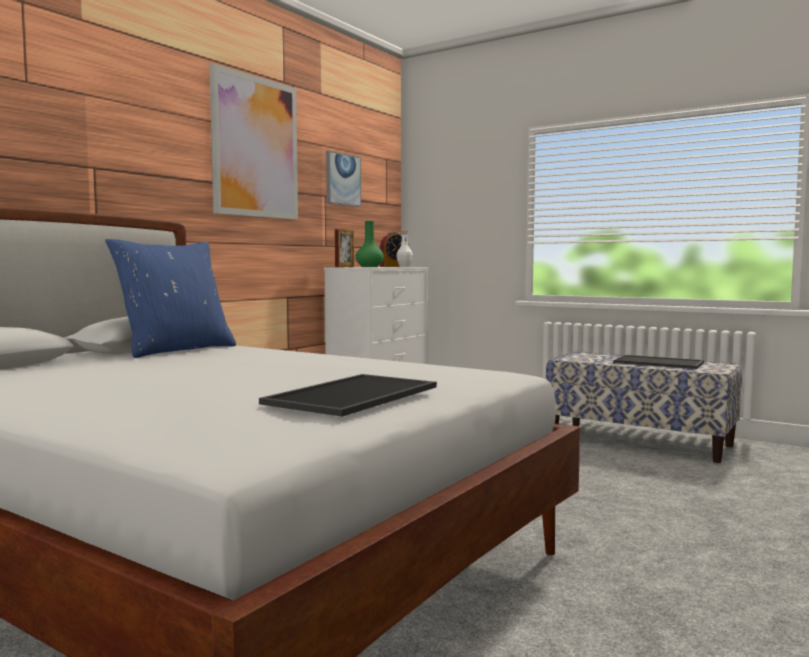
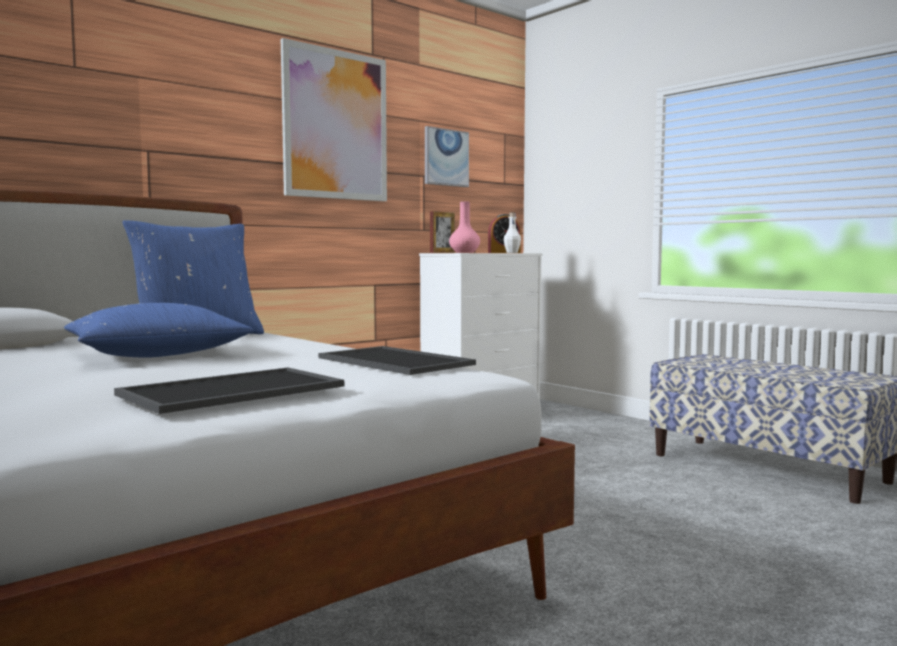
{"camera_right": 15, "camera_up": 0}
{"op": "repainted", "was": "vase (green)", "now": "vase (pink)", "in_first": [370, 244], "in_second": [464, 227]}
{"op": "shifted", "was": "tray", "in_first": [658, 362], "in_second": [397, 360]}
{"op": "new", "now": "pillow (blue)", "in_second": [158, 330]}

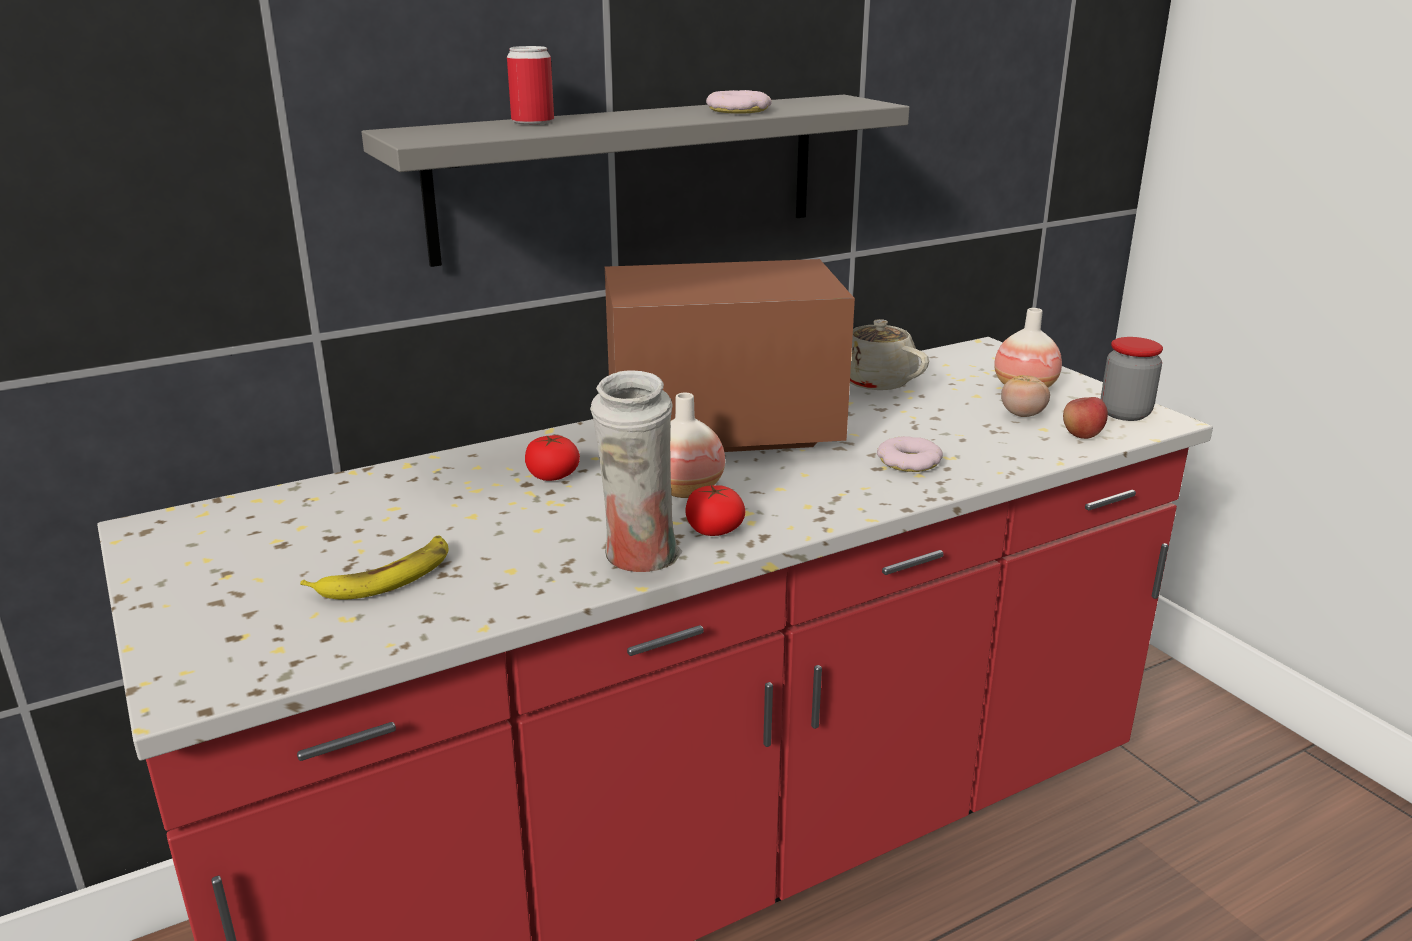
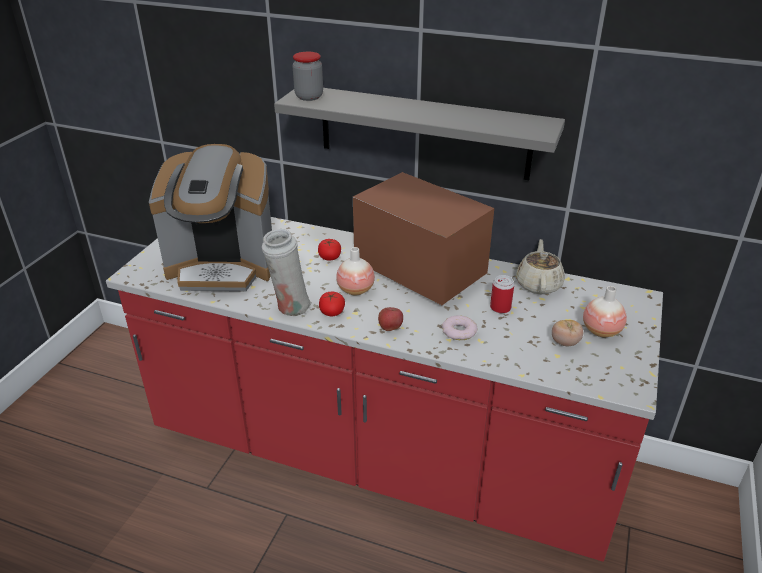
{"camera_right": 50, "camera_up": 10}
{"op": "swapped", "was": "banana", "now": "coffee machine", "in_first": [374, 567], "in_second": [210, 218]}
{"op": "shifted", "was": "can", "in_first": [530, 85], "in_second": [502, 294]}
{"op": "gone", "was": "donut", "in_first": [739, 102]}
{"op": "shifted", "was": "apple", "in_first": [1085, 418], "in_second": [390, 319]}
{"op": "shifted", "was": "jar", "in_first": [1132, 379], "in_second": [308, 76]}

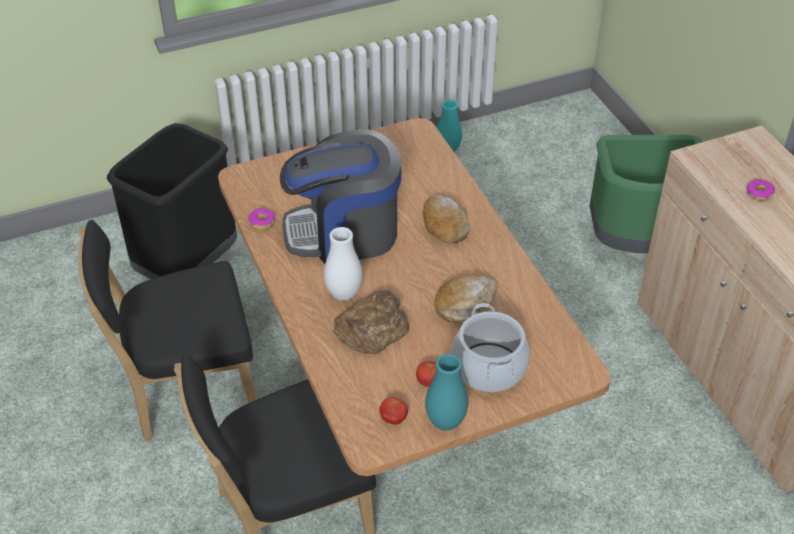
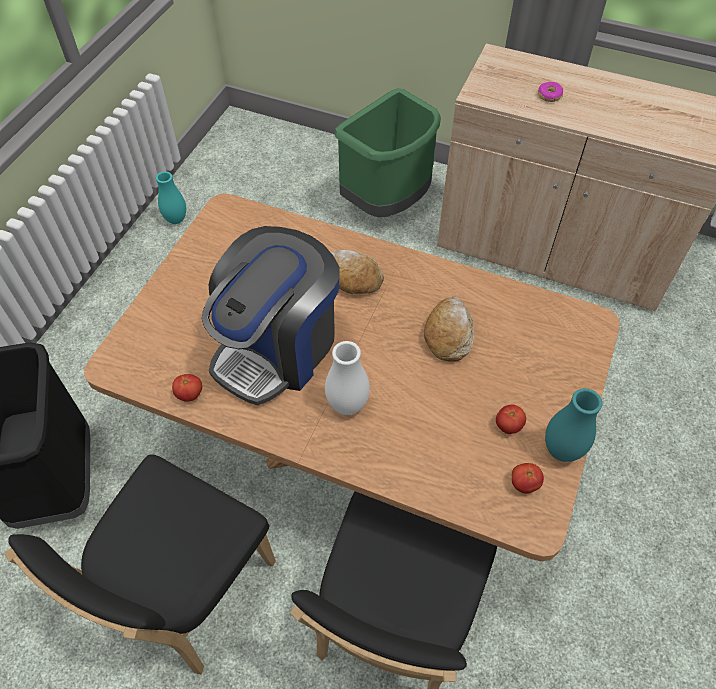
{"camera_right": -45, "camera_up": 10}
{"op": "swapped", "was": "donut", "now": "tomato", "in_first": [261, 219], "in_second": [187, 388]}
{"op": "gone", "was": "bread", "in_first": [371, 322]}
{"op": "gone", "was": "cooking pot", "in_first": [490, 347]}

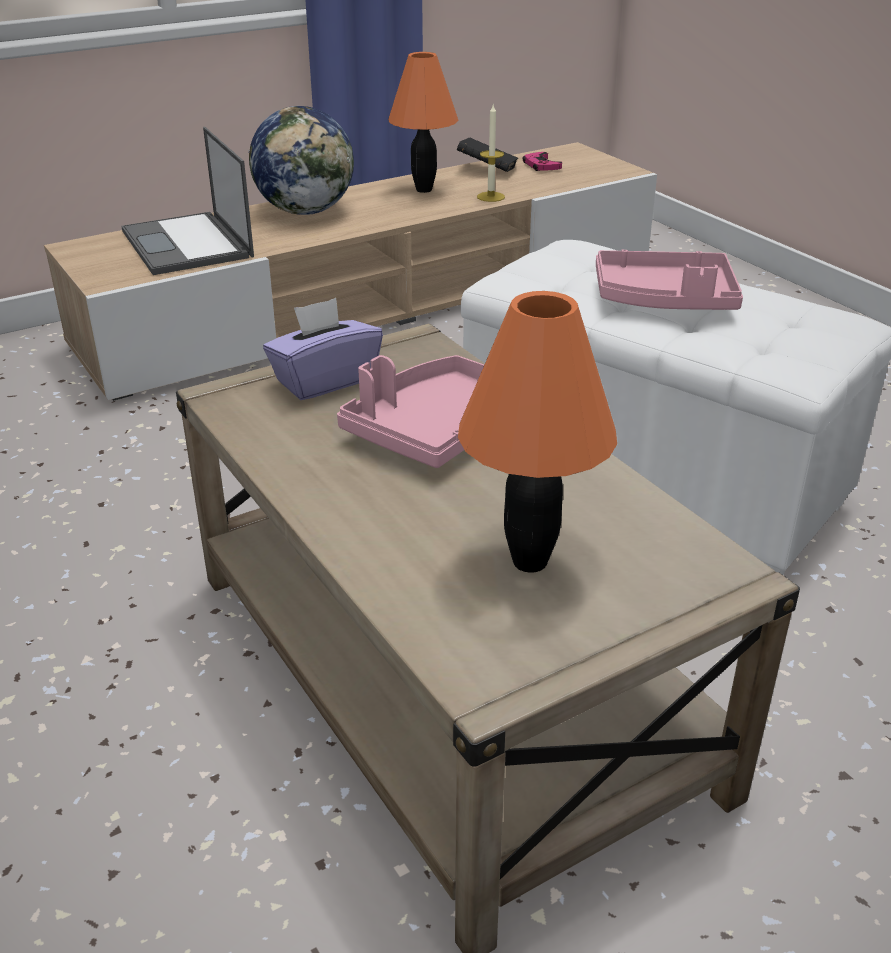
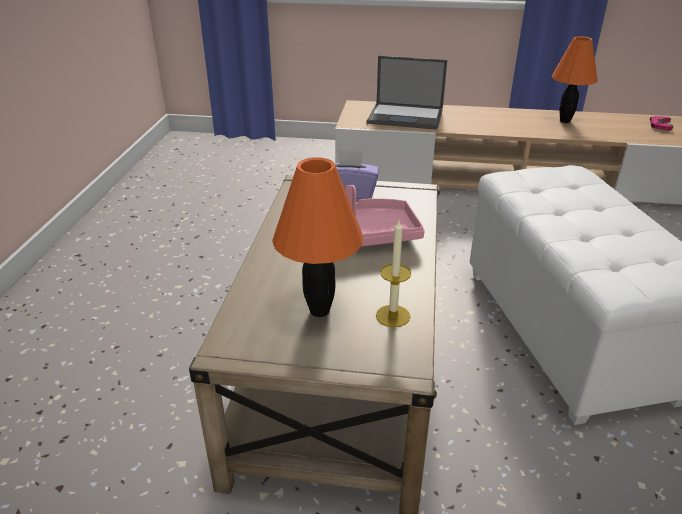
{"camera_right": 40, "camera_up": 0}
{"op": "rotated", "was": "laptop", "in_first": [187, 201], "in_second": [407, 93], "clockwise": -90}
{"op": "gone", "was": "globe", "in_first": [301, 160]}
{"op": "gone", "was": "book (black)", "in_first": [487, 155]}
{"op": "shifted", "was": "candle", "in_first": [491, 153], "in_second": [393, 273]}
{"op": "gone", "was": "tray (pink)", "in_first": [669, 280]}

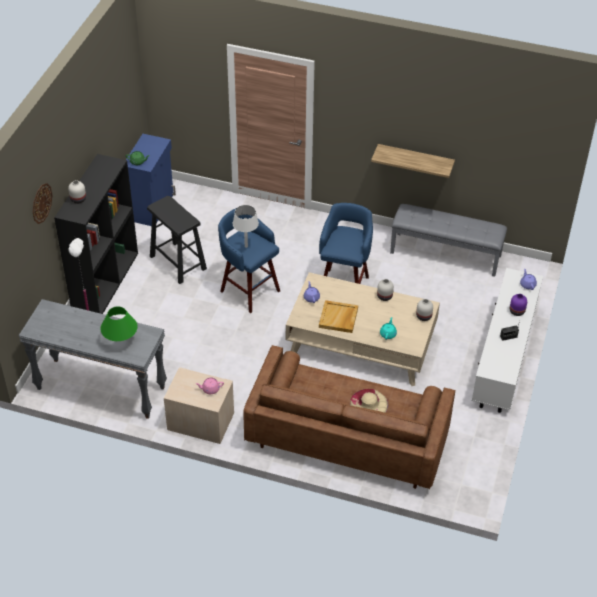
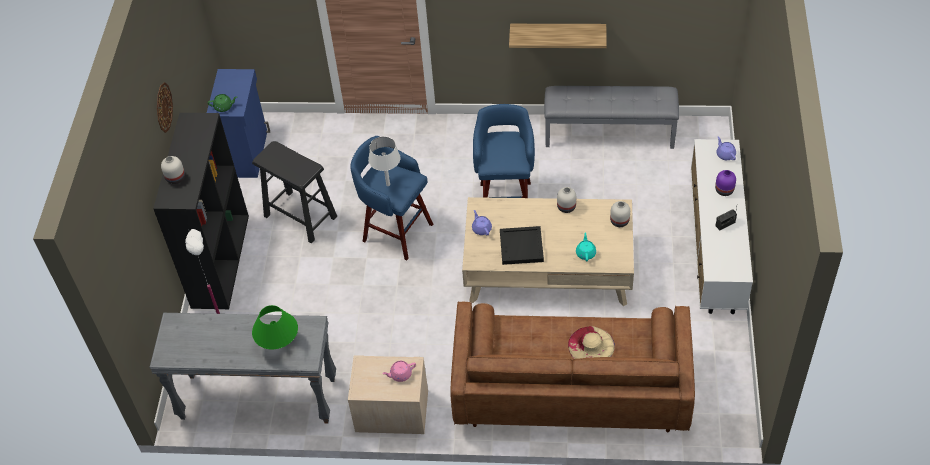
{"camera_right": -10, "camera_up": 5}
{"op": "shifted", "was": "wall clock", "in_first": [42, 203], "in_second": [165, 107]}
{"op": "repainted", "was": "tray (beige)", "now": "tray (black)", "in_first": [338, 316], "in_second": [522, 245]}

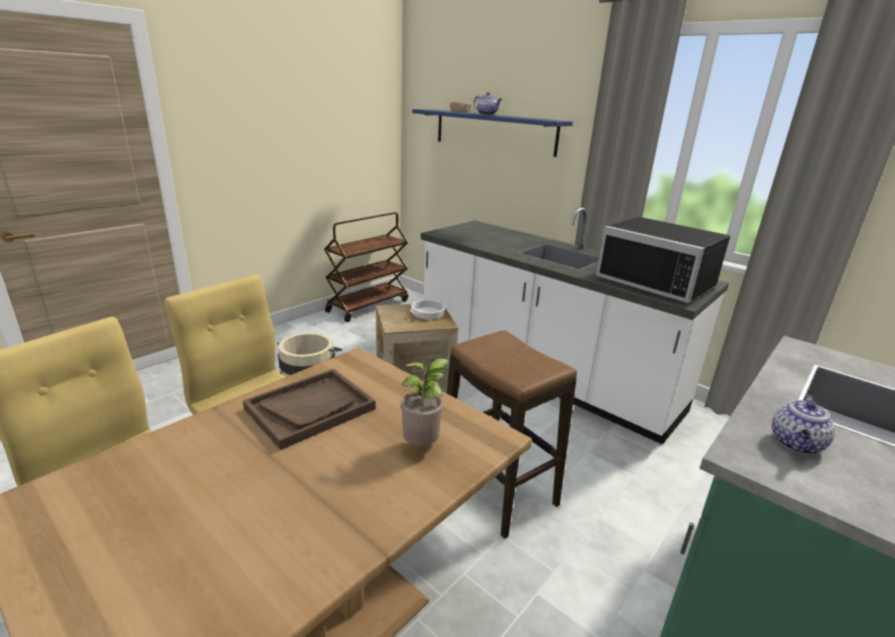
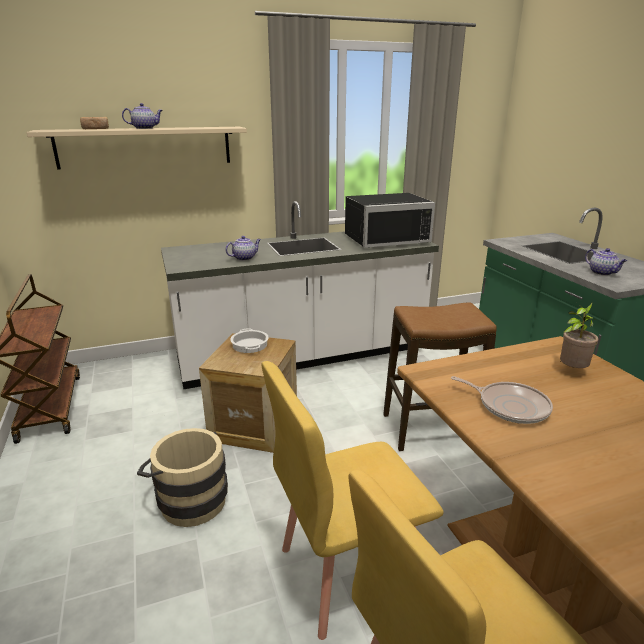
{"camera_right": -60, "camera_up": 0}
{"op": "swapped", "was": "tray (brown)", "now": "frying pan", "in_first": [309, 409], "in_second": [502, 400]}
{"op": "repainted", "was": "shelf (blue)", "now": "shelf (beige)", "in_first": [492, 133], "in_second": [137, 148]}
{"op": "new", "now": "teapot", "in_second": [243, 248]}

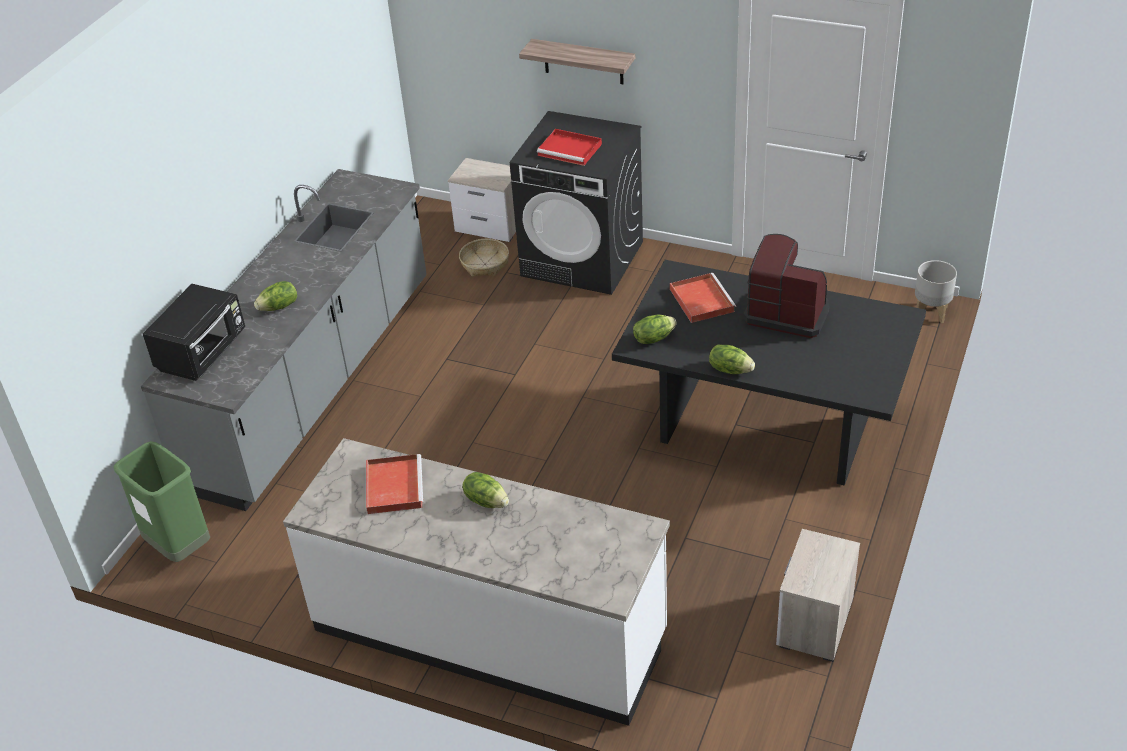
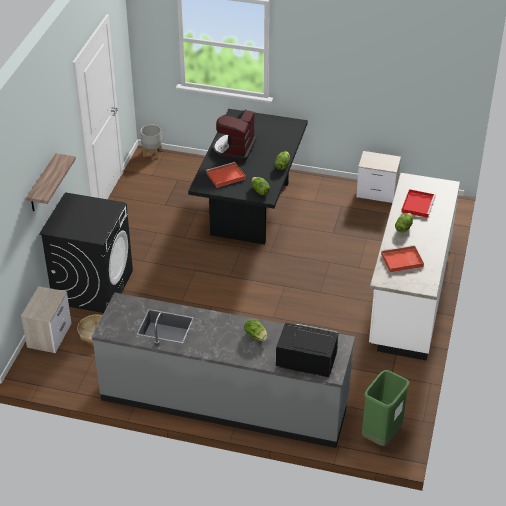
{"camera_right": -100, "camera_up": 0}
{"op": "shifted", "was": "tray (red)", "in_first": [569, 147], "in_second": [418, 203]}

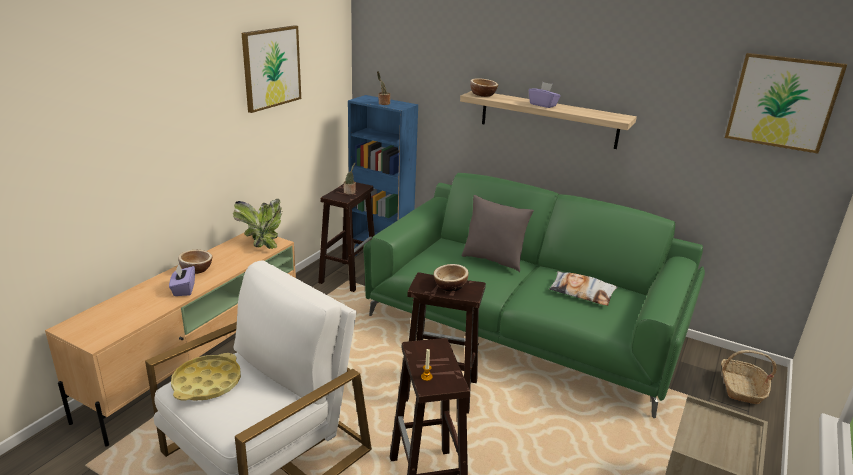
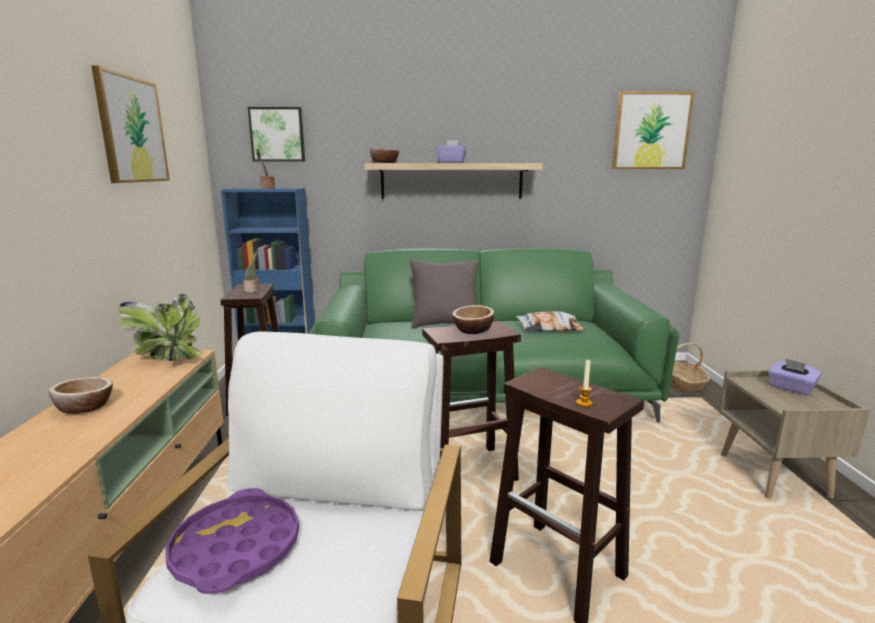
{"camera_right": -30, "camera_up": -10}
{"op": "shifted", "was": "tissue box (purple)", "in_first": [182, 280], "in_second": [795, 376]}
{"op": "repainted", "was": "tray (yellow)", "now": "tray (purple)", "in_first": [206, 377], "in_second": [232, 541]}
{"op": "new", "now": "picture", "in_second": [276, 134]}

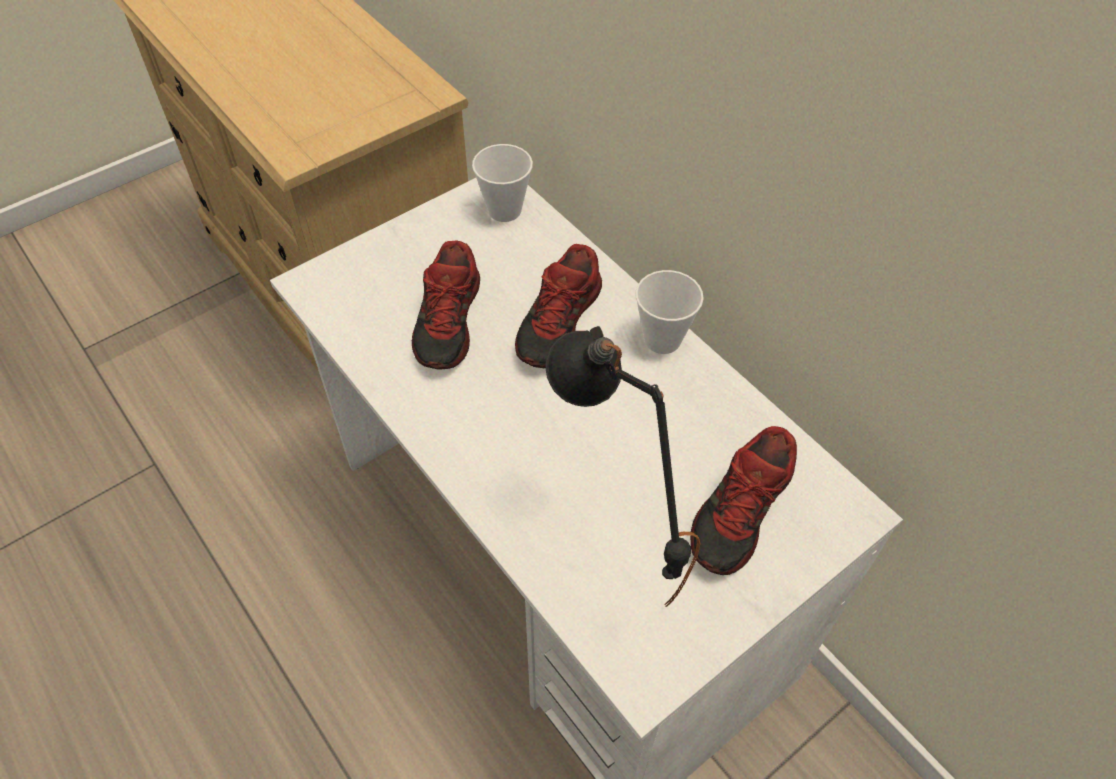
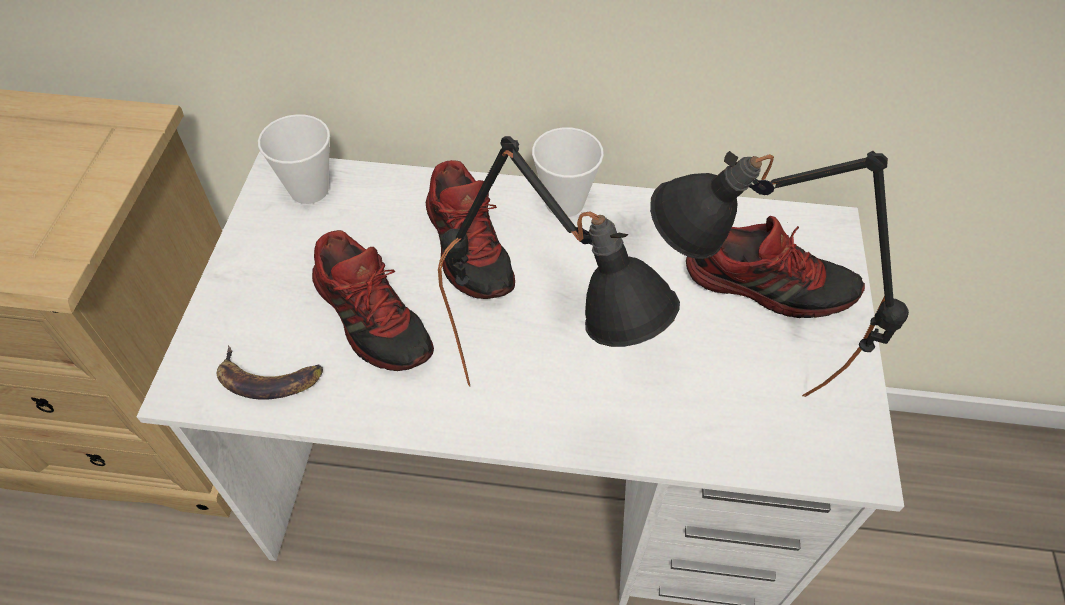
{"camera_right": -45, "camera_up": 0}
{"op": "rotated", "was": "shoe", "in_first": [743, 500], "in_second": [775, 267], "clockwise": -60}
{"op": "new", "now": "banana", "in_second": [270, 373]}
{"op": "new", "now": "table lamp (black)", "in_second": [559, 261]}

